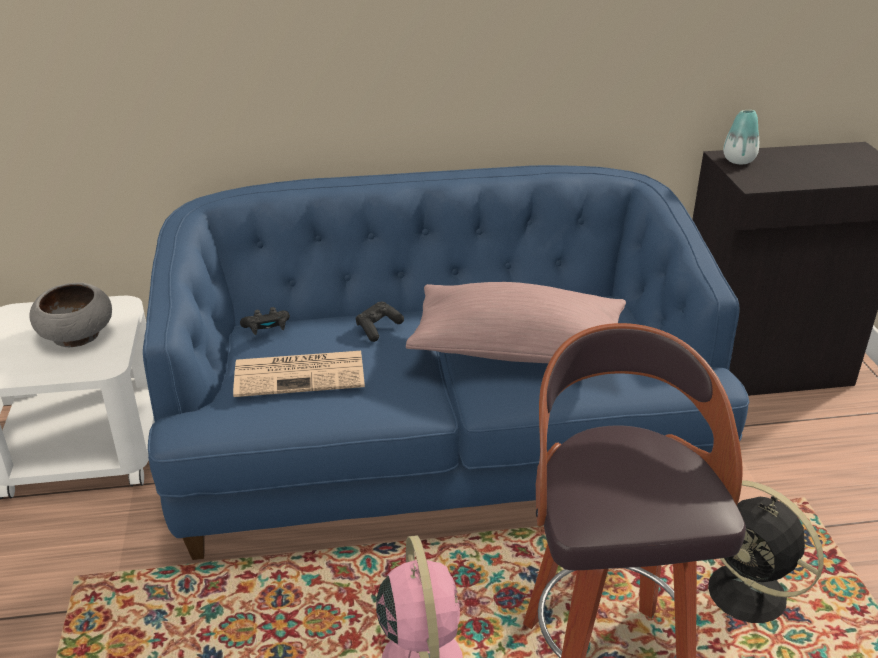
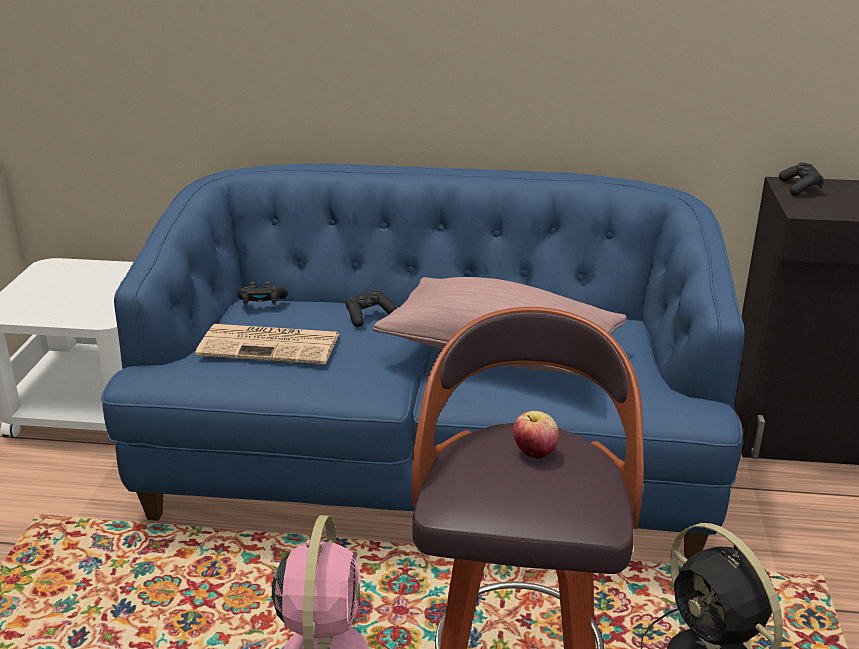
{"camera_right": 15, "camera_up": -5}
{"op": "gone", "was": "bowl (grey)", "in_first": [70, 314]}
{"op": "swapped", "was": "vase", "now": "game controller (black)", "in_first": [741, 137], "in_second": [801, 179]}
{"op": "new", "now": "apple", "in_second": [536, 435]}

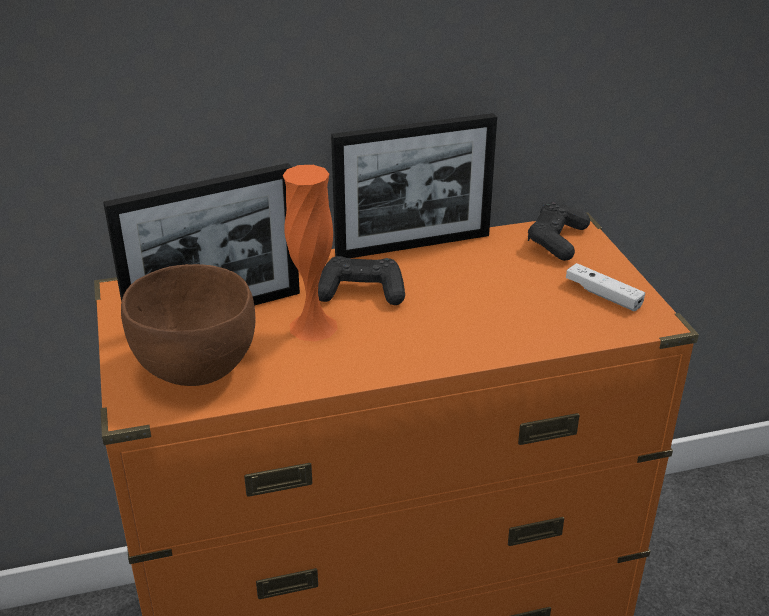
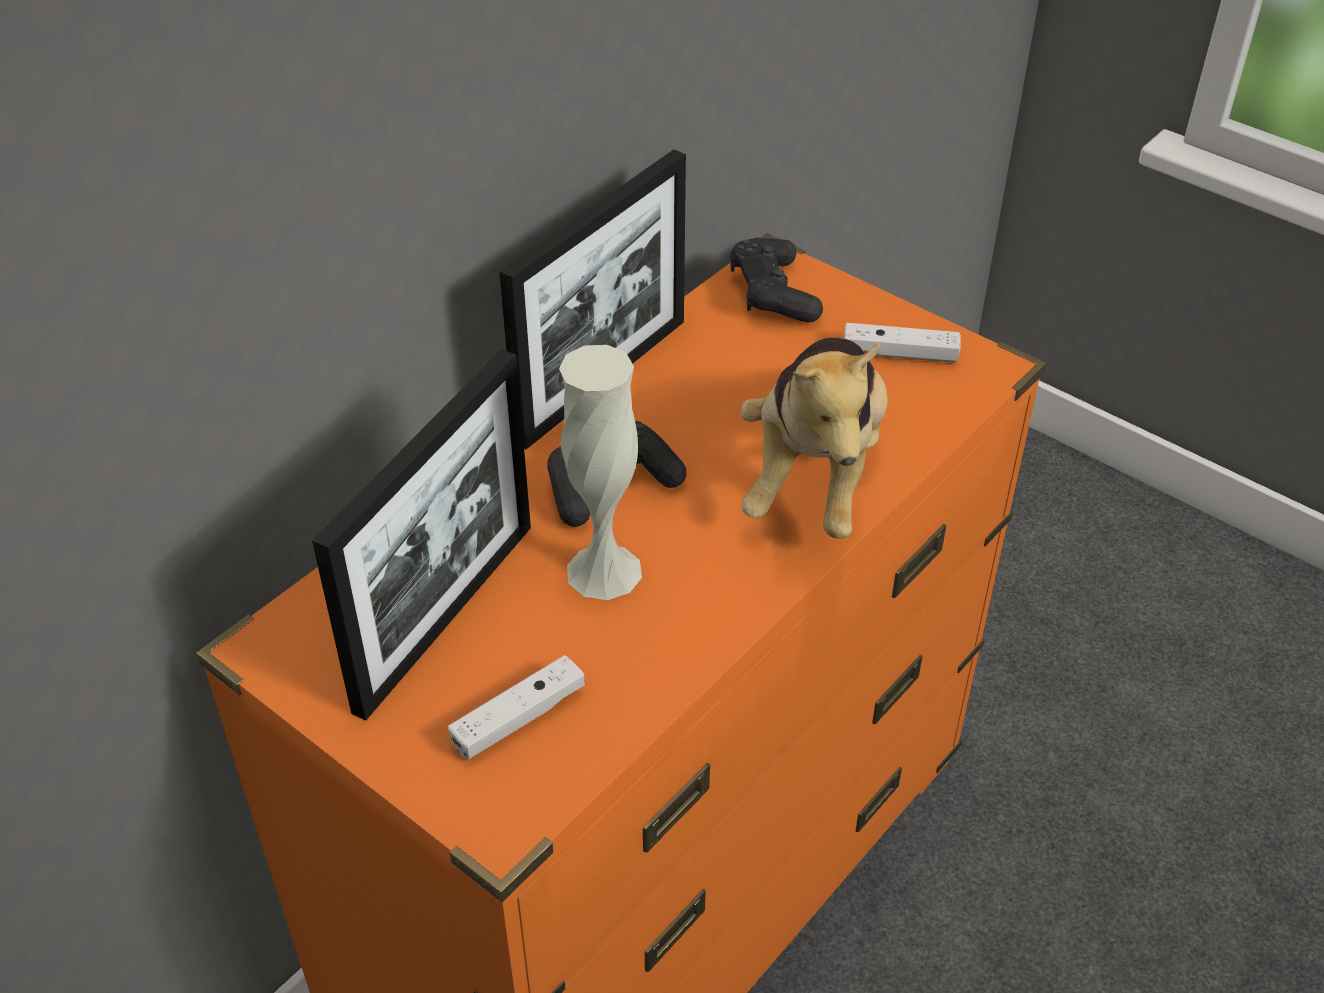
{"camera_right": -35, "camera_up": 10}
{"op": "swapped", "was": "bowl (brown)", "now": "game controller (white)", "in_first": [188, 325], "in_second": [516, 707]}
{"op": "repainted", "was": "vase (orange)", "now": "vase (white)", "in_first": [310, 253], "in_second": [600, 472]}
{"op": "new", "now": "plush toy", "in_second": [814, 438]}

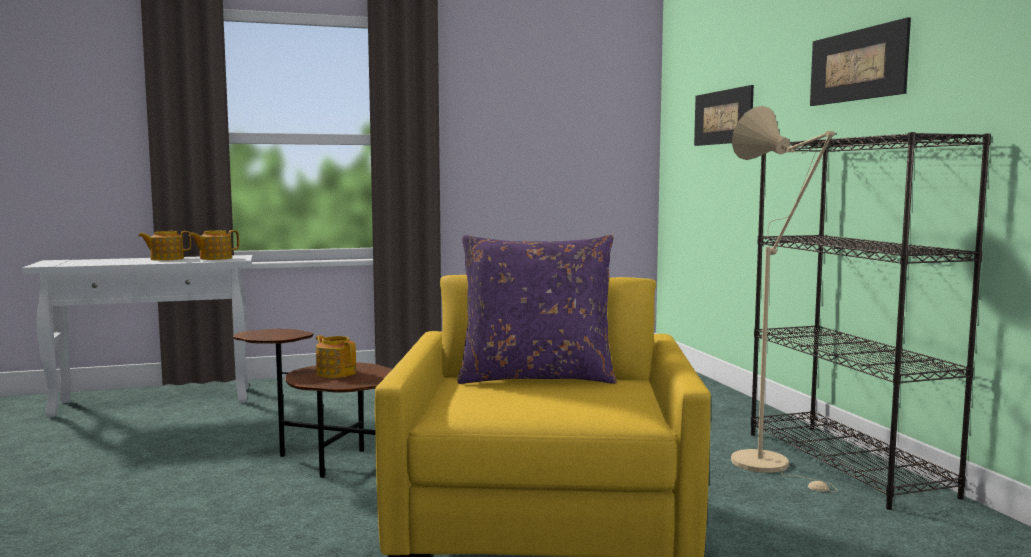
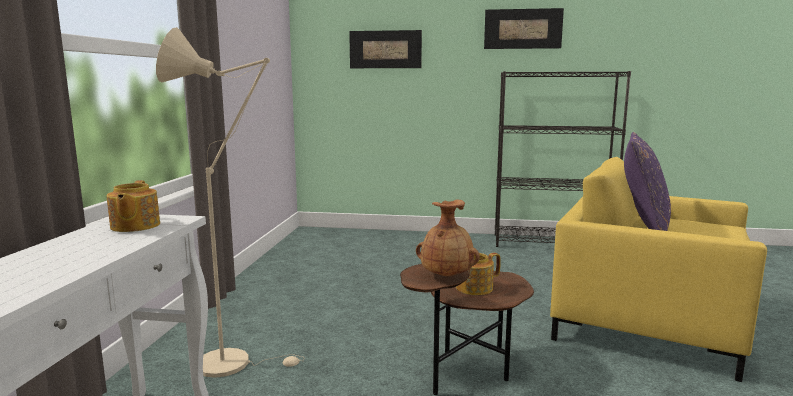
{"camera_right": -65, "camera_up": 5}
{"op": "gone", "was": "teapot", "in_first": [164, 246]}
{"op": "shifted", "was": "floor lamp (beige)", "in_first": [784, 299], "in_second": [230, 202]}
{"op": "new", "now": "vase (brown)", "in_second": [448, 238]}

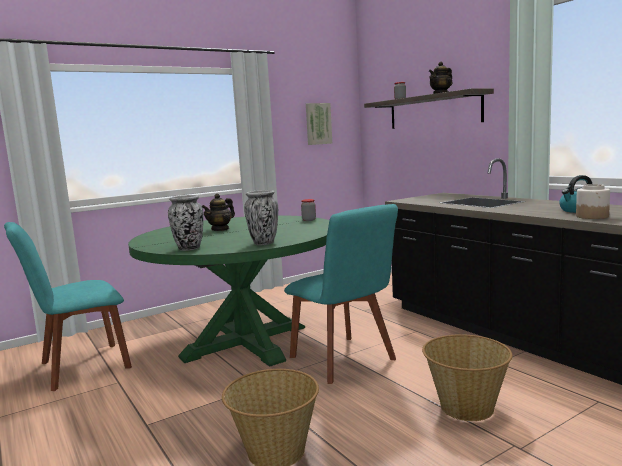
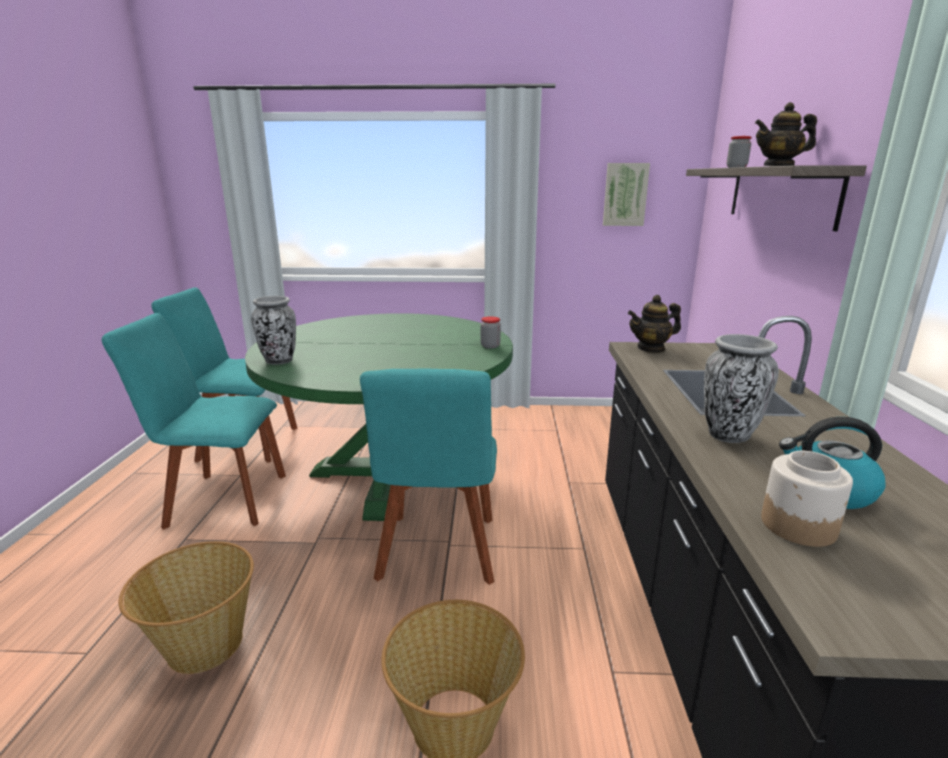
{"camera_right": 35, "camera_up": 10}
{"op": "shifted", "was": "teapot", "in_first": [218, 212], "in_second": [654, 324]}
{"op": "shifted", "was": "vase", "in_first": [261, 217], "in_second": [741, 388]}
{"op": "new", "now": "chair (turquoise)", "in_second": [194, 421]}

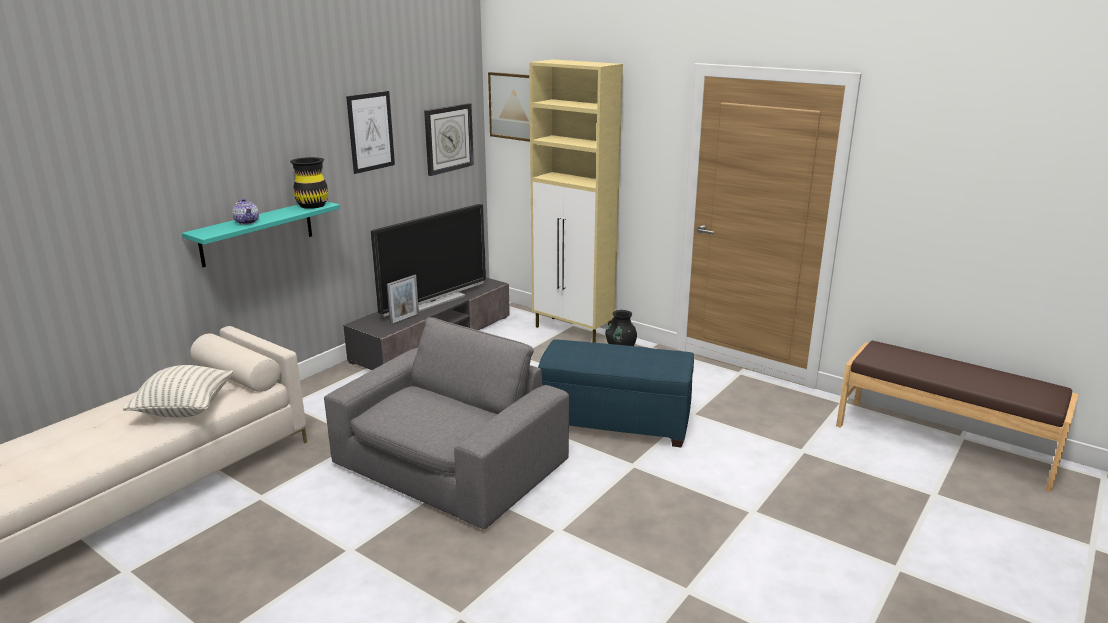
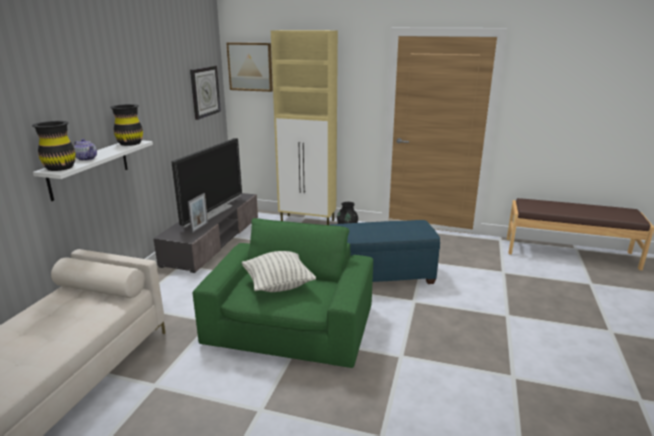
{"camera_right": -20, "camera_up": 0}
{"op": "shifted", "was": "pillow", "in_first": [178, 391], "in_second": [279, 271]}
{"op": "repainted", "was": "shelf (turquoise)", "now": "shelf (white)", "in_first": [261, 234], "in_second": [93, 170]}
{"op": "repainted", "was": "armchair (grey)", "now": "armchair (green)", "in_first": [446, 423], "in_second": [283, 293]}
{"op": "gone", "was": "picture", "in_first": [370, 132]}
{"op": "new", "now": "vase (black)", "in_second": [54, 146]}

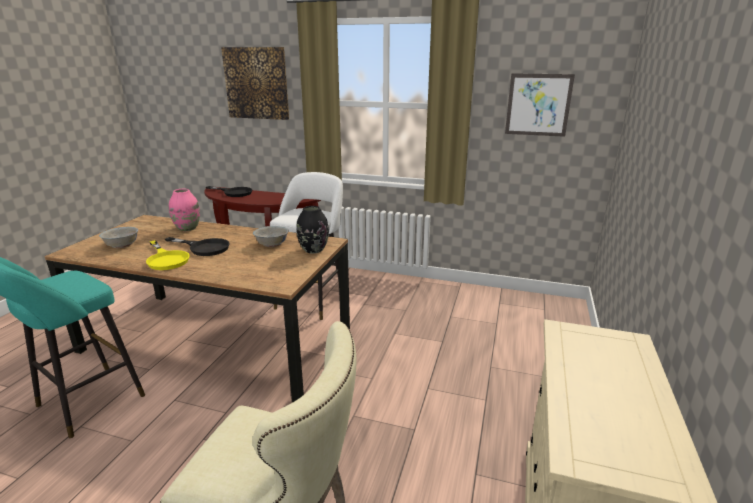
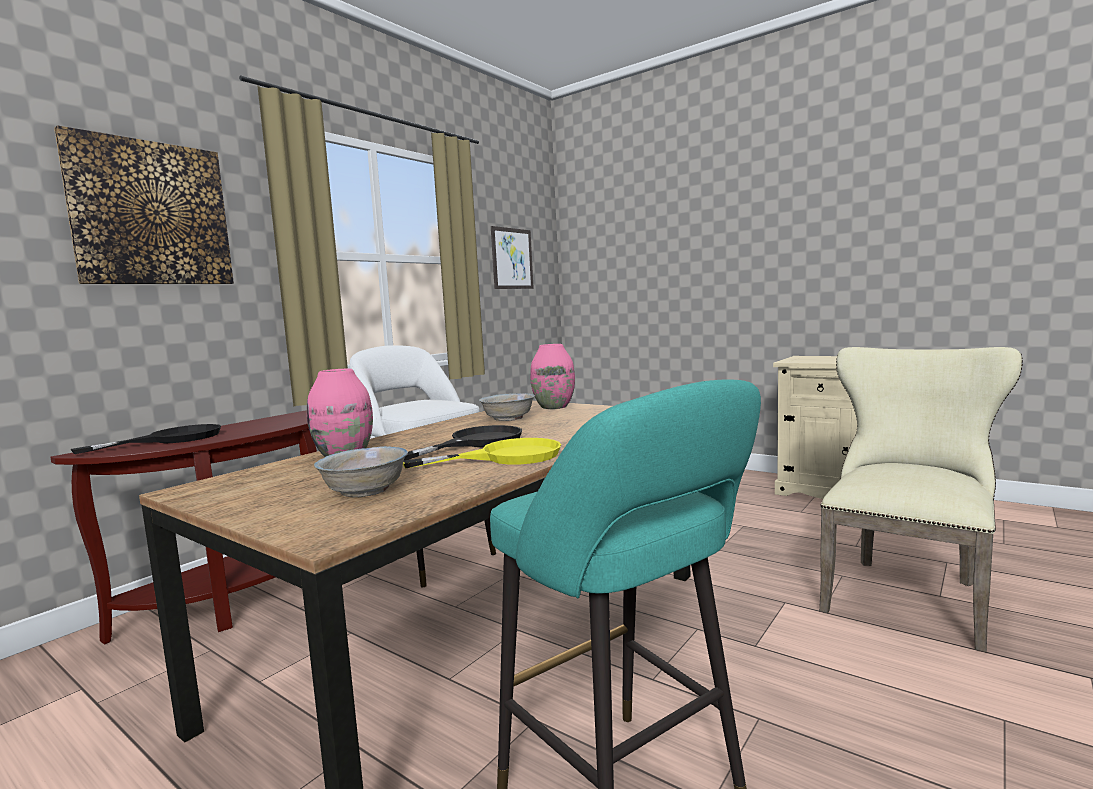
{"camera_right": -70, "camera_up": -15}
{"op": "repainted", "was": "vase (black)", "now": "vase (pink)", "in_first": [312, 230], "in_second": [552, 376]}

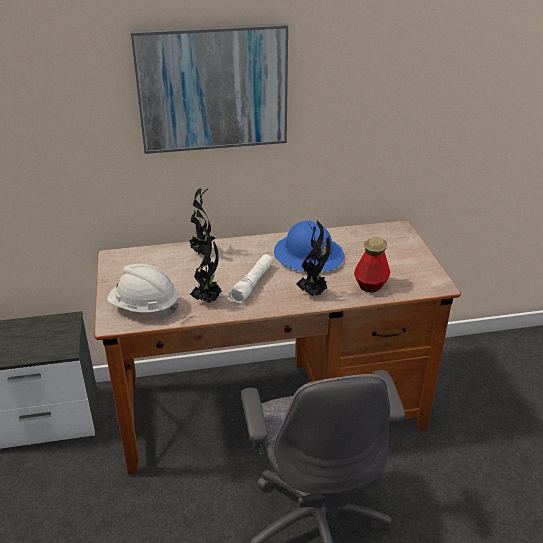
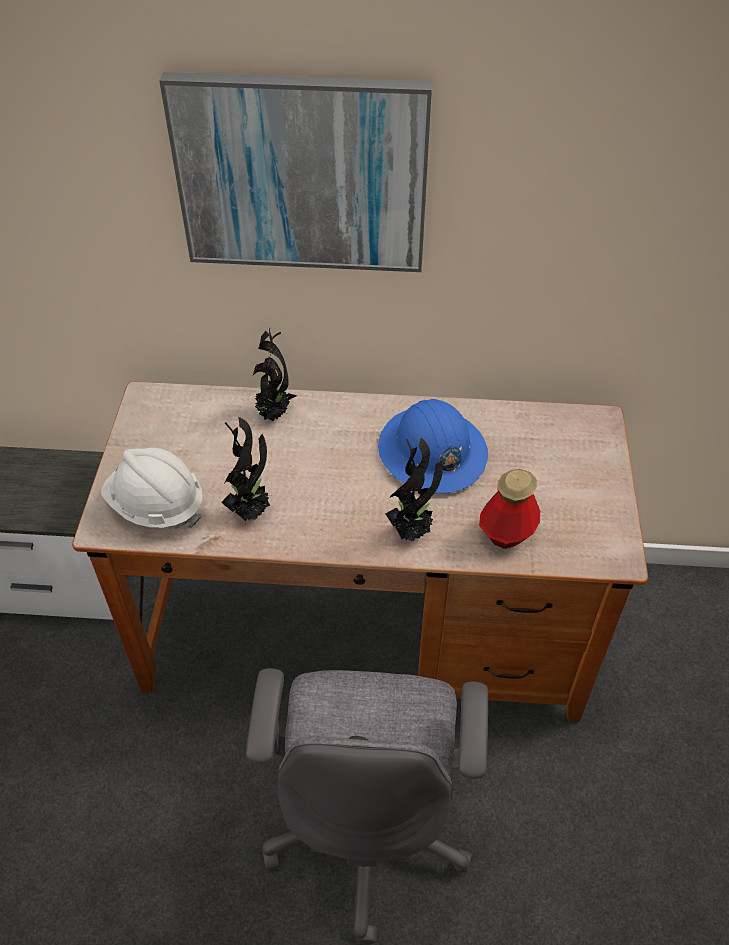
{"camera_right": 15, "camera_up": 15}
{"op": "gone", "was": "flashlight (white)", "in_first": [251, 279]}

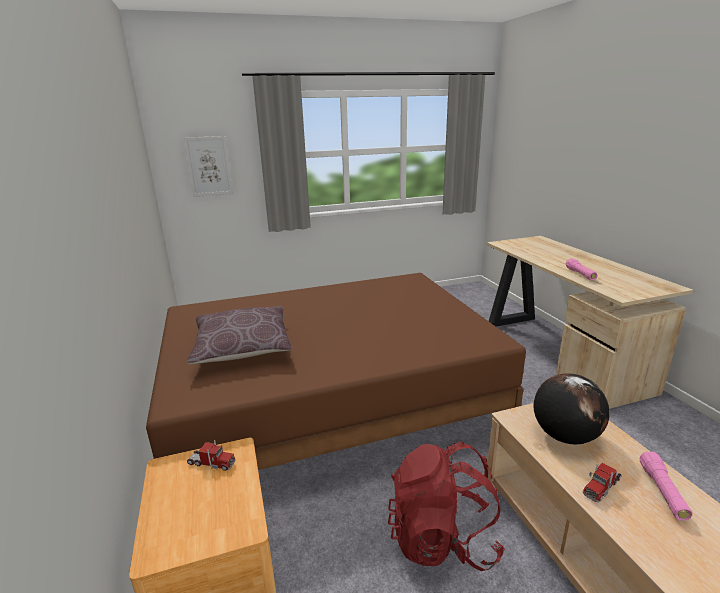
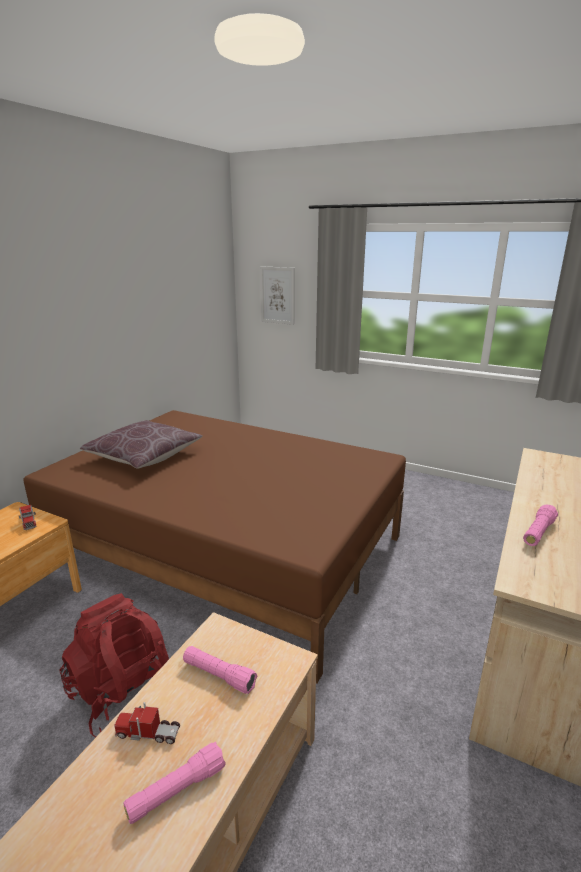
{"camera_right": 45, "camera_up": 0}
{"op": "swapped", "was": "globe", "now": "flashlight (pink)", "in_first": [571, 408], "in_second": [220, 670]}

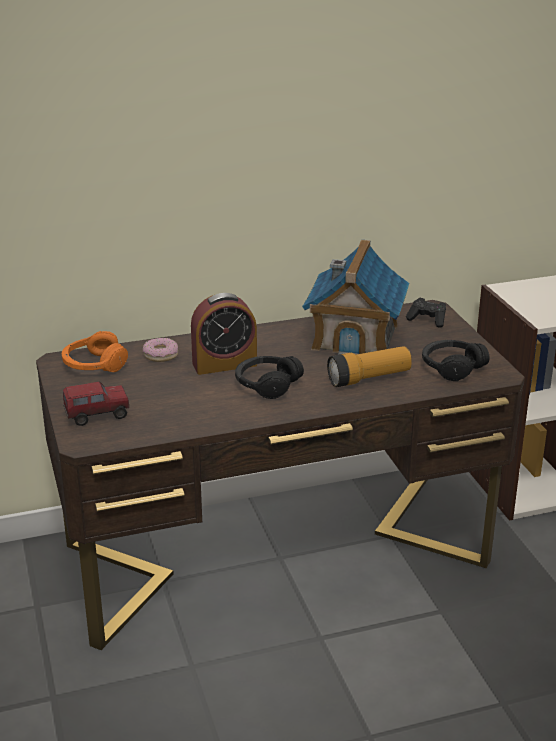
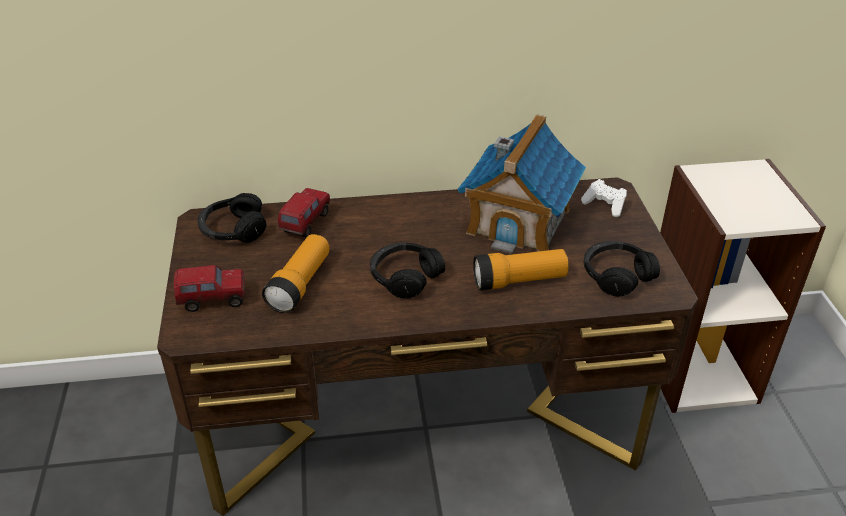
{"camera_right": 10, "camera_up": 10}
{"op": "repainted", "was": "headphones (orange)", "now": "headphones (black)", "in_first": [95, 351], "in_second": [232, 218]}
{"op": "swapped", "was": "donut", "now": "toy truck", "in_first": [160, 350], "in_second": [304, 213]}
{"op": "gone", "was": "alarm clock", "in_first": [224, 334]}
{"op": "repainted", "was": "game controller (black)", "now": "game controller (white)", "in_first": [426, 312], "in_second": [604, 198]}
{"op": "new", "now": "flashlight", "in_second": [296, 273]}

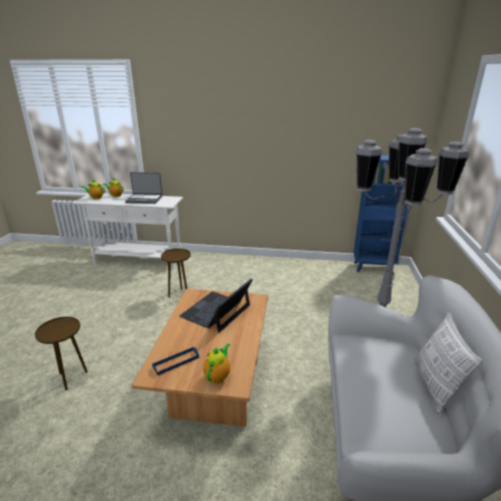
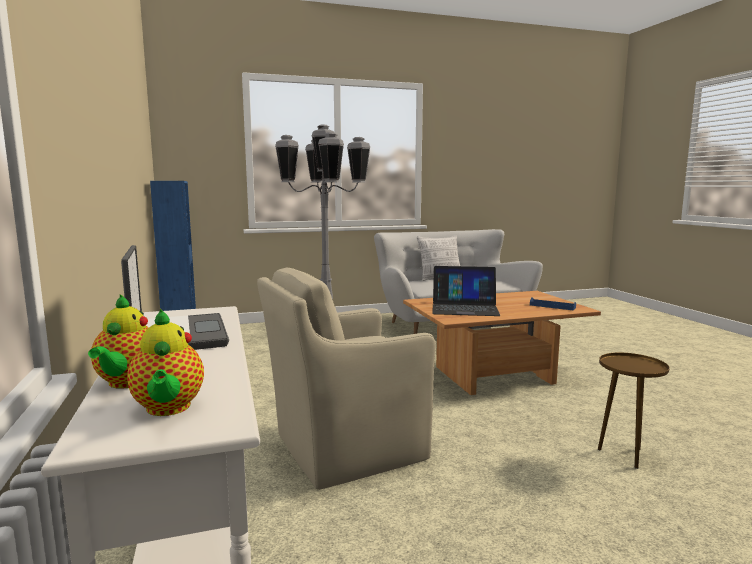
{"camera_right": -115, "camera_up": -15}
{"op": "swapped", "was": "side table (brown)", "now": "armchair (beige)", "in_first": [176, 273], "in_second": [346, 378]}
{"op": "gone", "was": "teapot", "in_first": [216, 363]}

